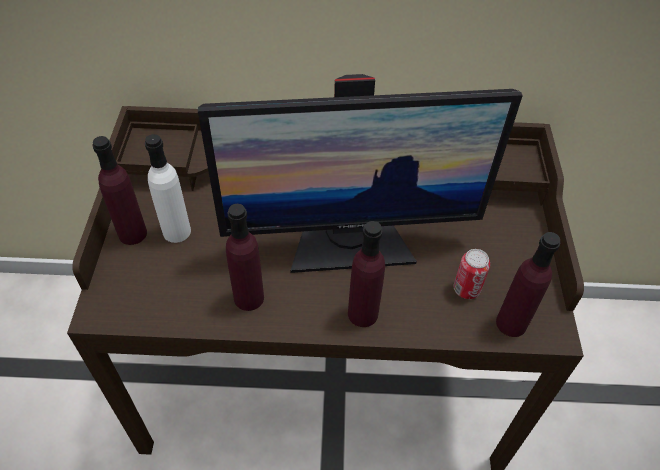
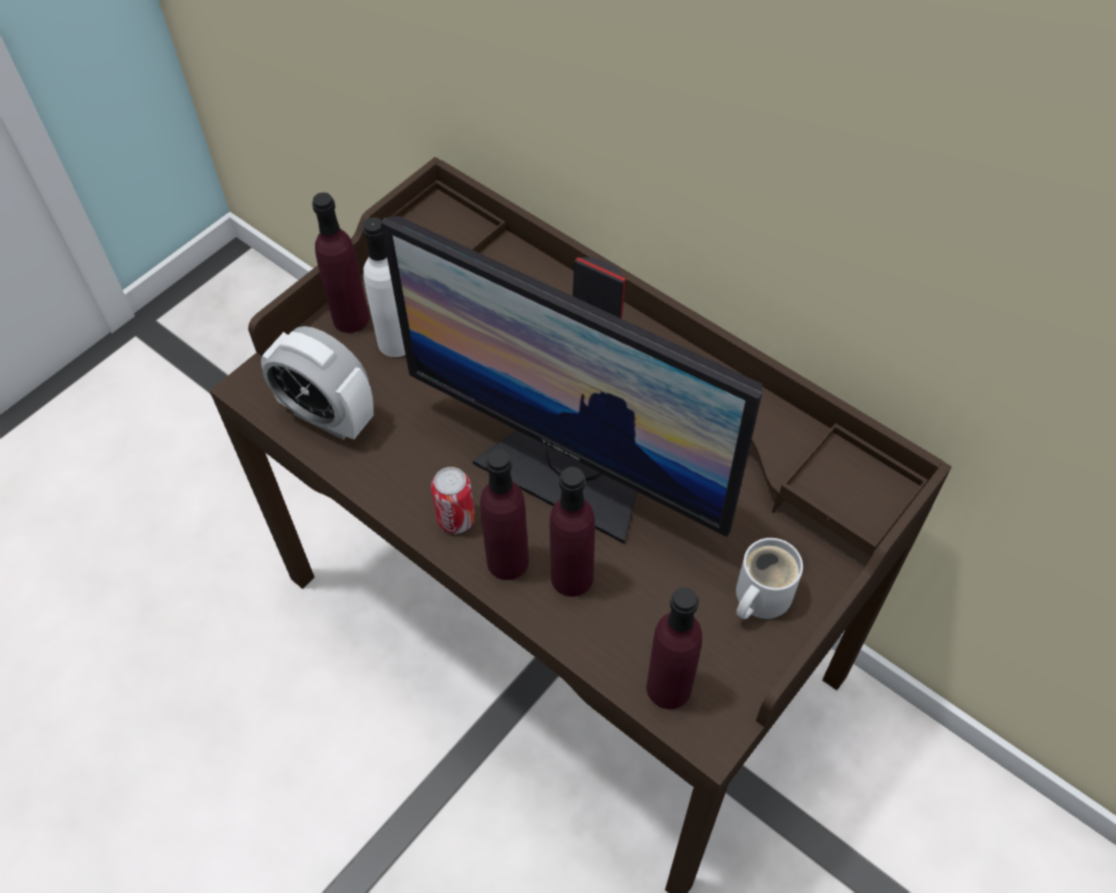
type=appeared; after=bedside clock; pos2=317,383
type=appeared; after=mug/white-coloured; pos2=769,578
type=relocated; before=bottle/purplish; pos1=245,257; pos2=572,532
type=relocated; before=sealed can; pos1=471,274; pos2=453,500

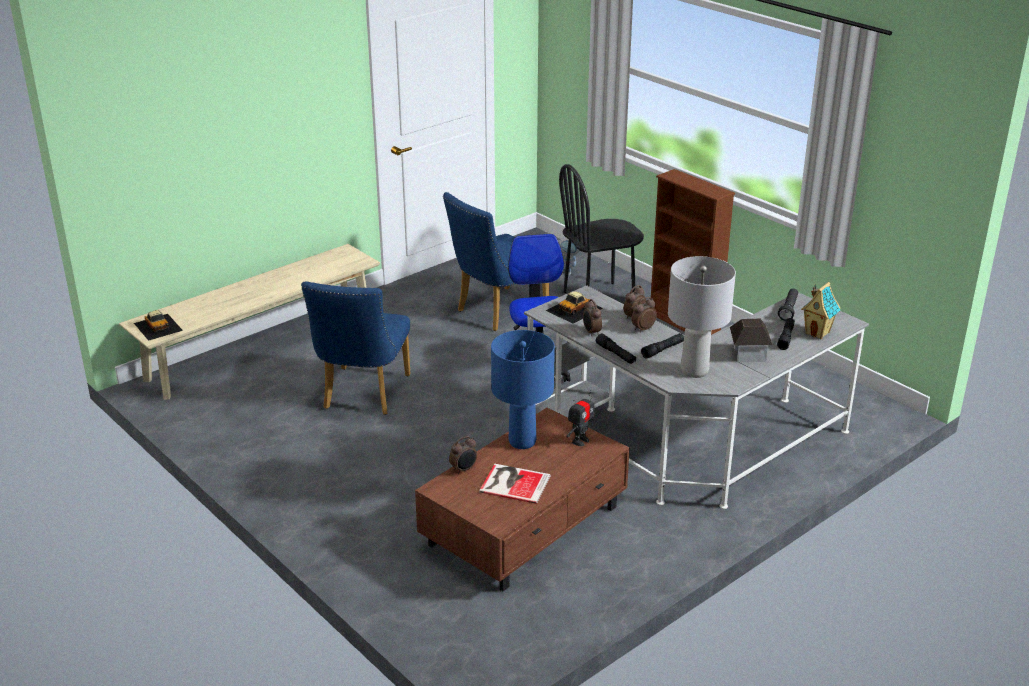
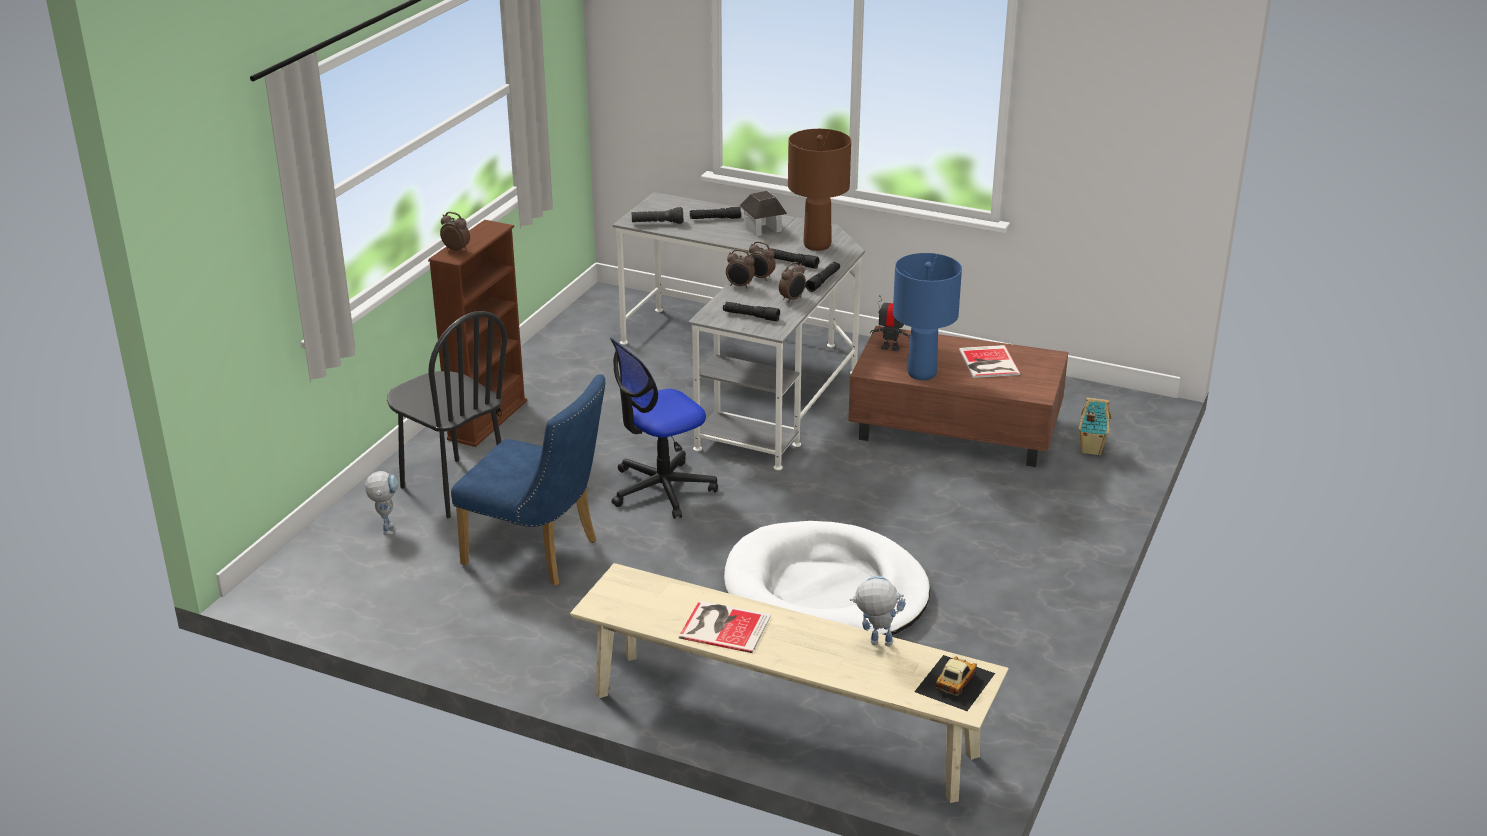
type=appeared; after=volume; pos2=725,627
type=appeared; after=toy robot; pos2=878,611
type=relocated; before=bedside clock; pos1=463,455; pos2=455,232
type=relocated; before=model house; pos1=821,310; pos2=1094,426
type=exchanged; before=plain chair/bluish; after=pet bed/white-coloured; pos1=355,348; pos2=827,578
type=exchanged; before=toy car; after=flashlight/blackish; pos1=574,307; pos2=751,311
type=colour; before=table lamp/grey; after=table lamp/brownish; pos1=702,317; pos2=819,190

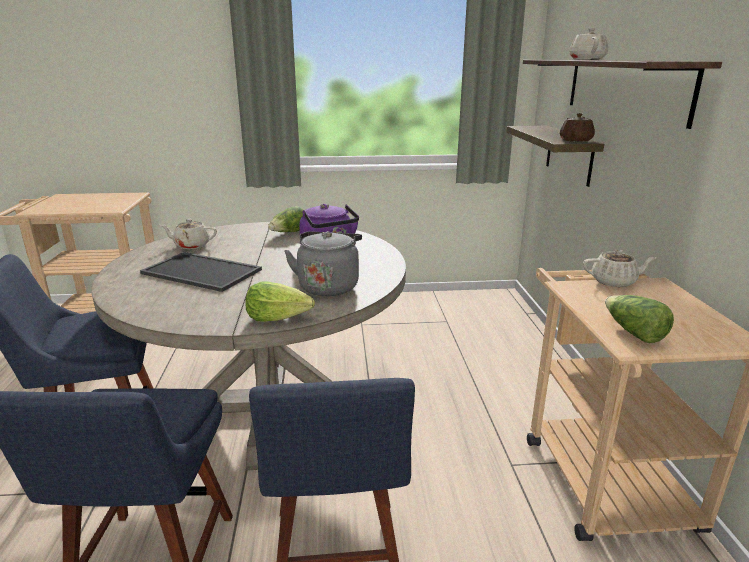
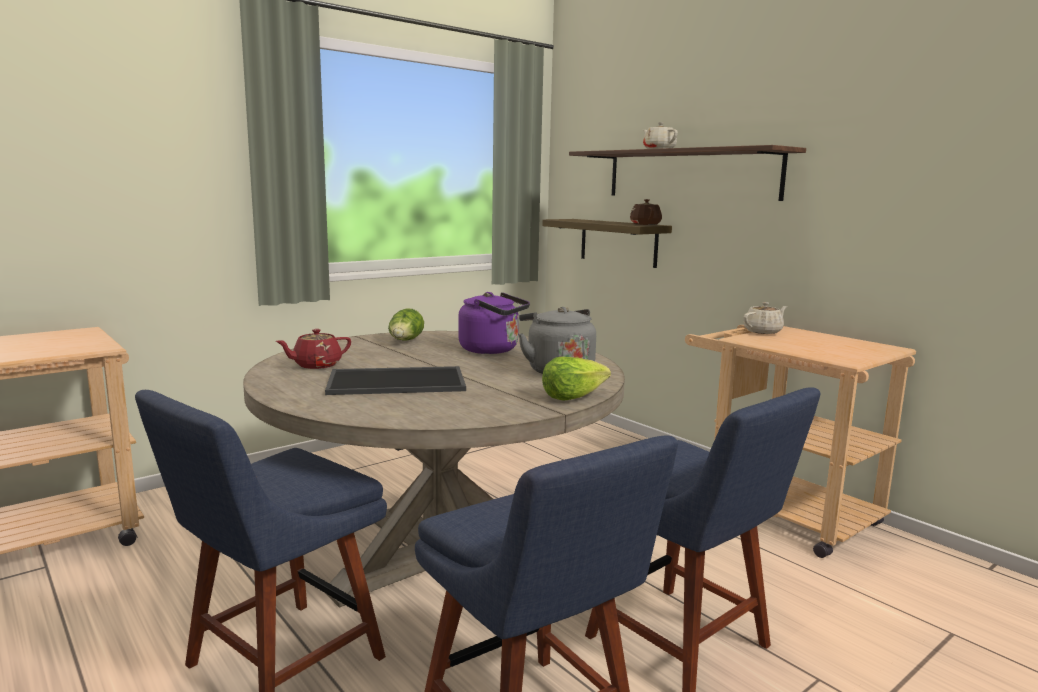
type=missing; before=head of lettuce; pos1=639,319
type=colour; before=tea pot/beige-coloured; after=tea pot/red-coloured; pos1=188,234; pos2=313,349

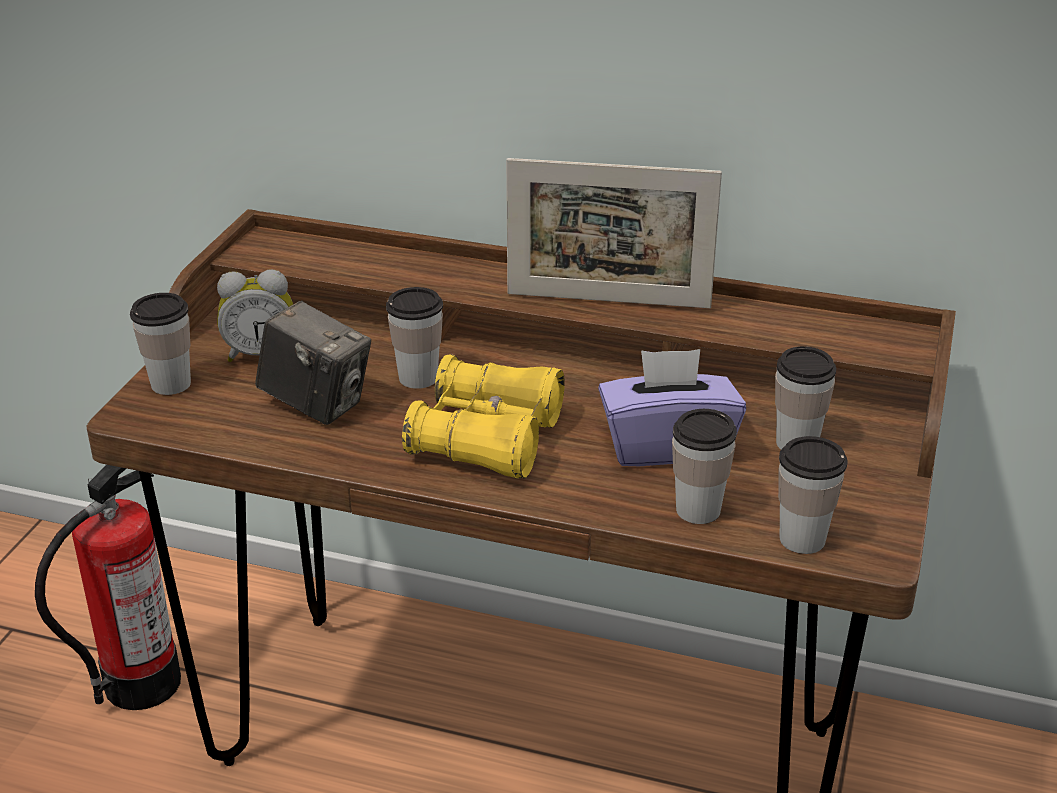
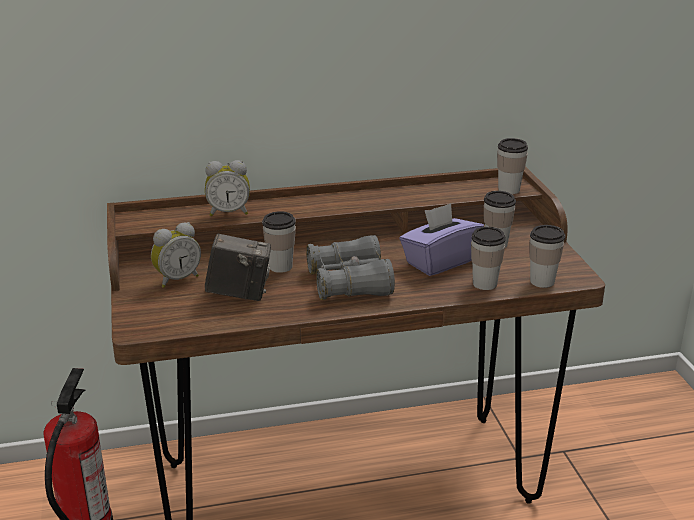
type=missing; before=picture frame; pos1=614,233
type=appeared; after=bedside clock; pos2=227,188
type=relocated; before=small cup; pos1=160,344; pos2=512,166
type=colour; before=pair of binoculars/yellowish; after=pair of binoculars/grey; pos1=483,416; pos2=350,267

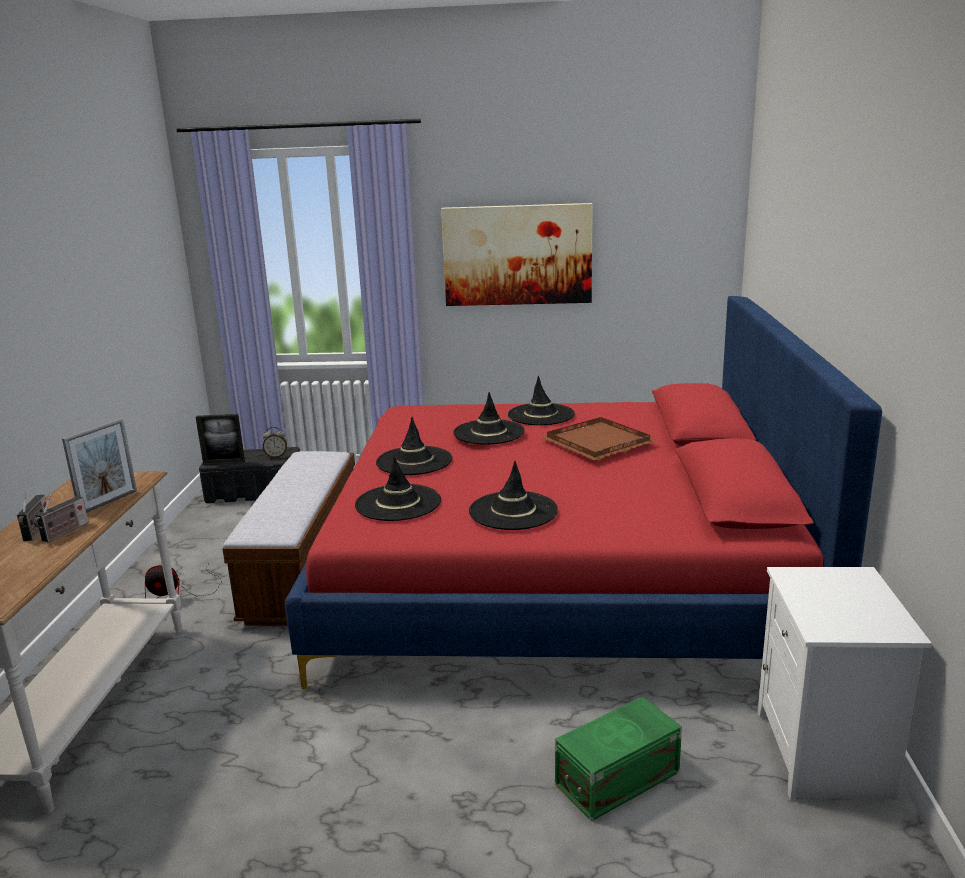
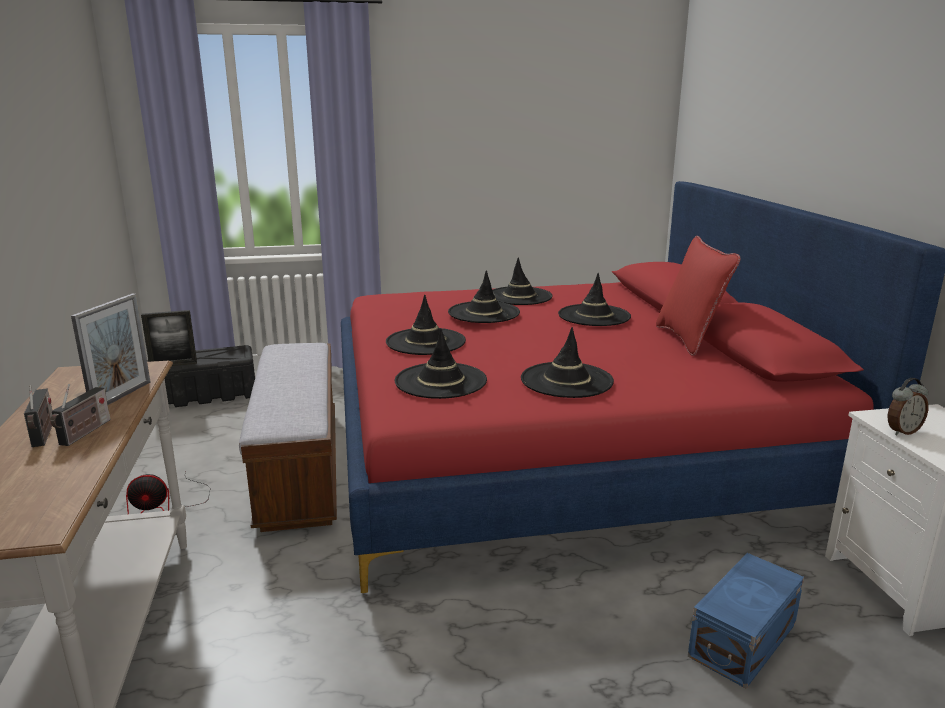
type=missing; before=wall art; pos1=517,254
type=appeared; after=cushion/red-coloured; pos2=698,296
type=relocated; before=bedside clock; pos1=275,442; pos2=908,407
type=exchanged; before=serving tray/brownish; after=clothing hat/blackish; pos1=599,438; pos2=594,299
type=colour; before=storage box/greenish; after=storage box/bluish; pos1=618,759; pos2=746,621

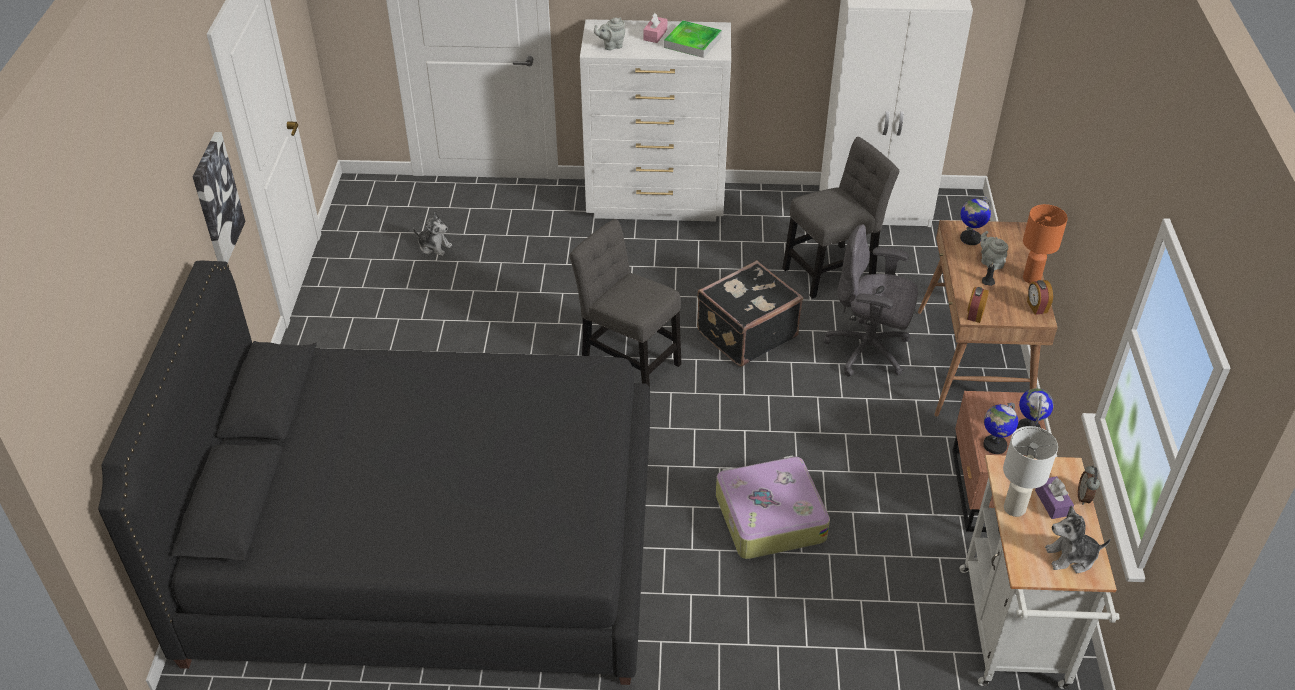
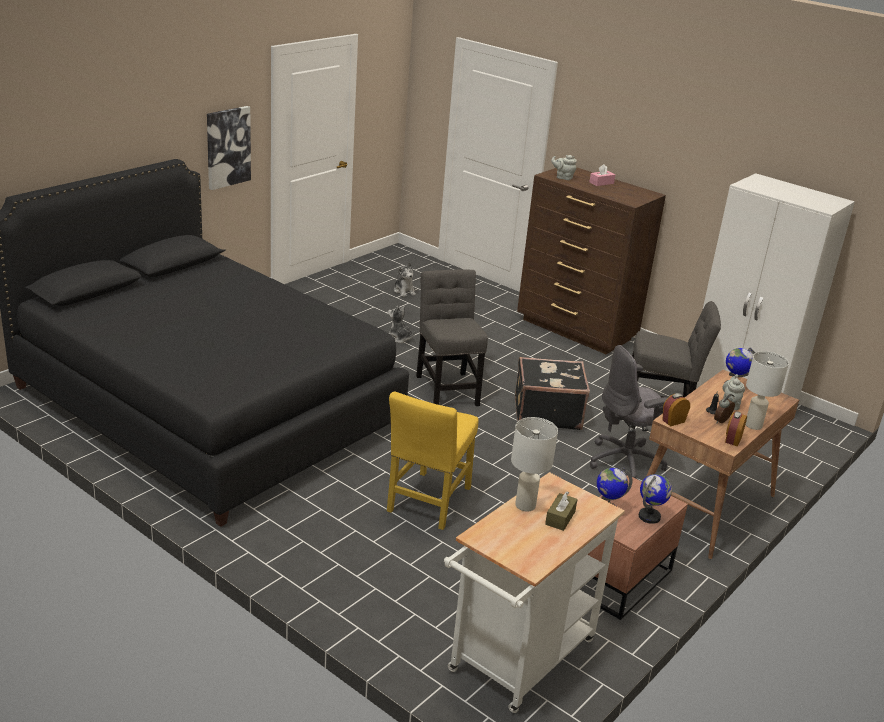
type=missing; before=serving tray; pos1=693,39
type=relocated; before=cuddly toy; pos1=1078,539; pos2=401,324
type=relocated; before=bedside clock; pos1=1089,485; pos2=725,408
type=exchanged; before=suitcase; after=plain chair/yellowish; pos1=773,507; pos2=432,461
type=colour; before=dresser/white-coloured; after=dresser/brownish; pos1=655,120; pos2=591,261
type=colour; before=table lamp/orange; after=table lamp/white-coloured; pos1=1045,243; pos2=767,390
type=colour; before=tissue holder/purplish; after=tissue holder/brownish; pos1=1054,497; pos2=561,511
type=spun; before=desk chair/grey; pos1=871,300; pos2=629,412; turn=-75

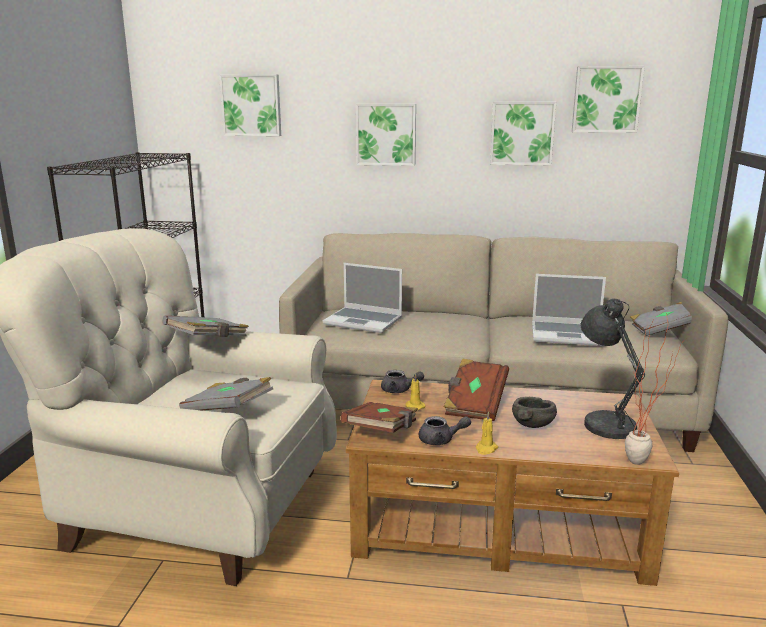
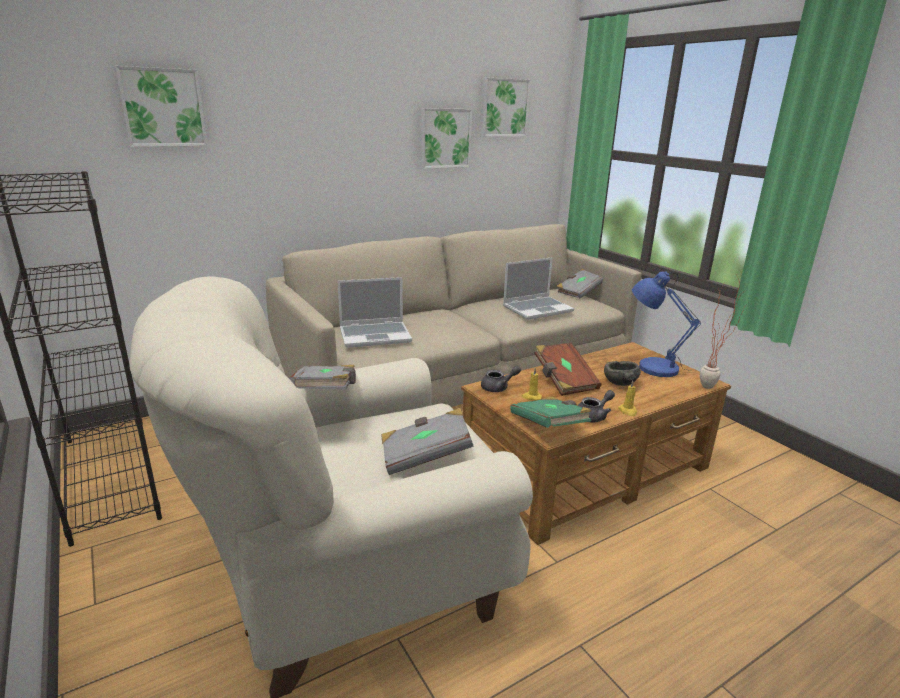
type=missing; before=wall art; pos1=386,135
type=colour; before=volume/brownish; after=volume/greenish; pos1=379,417; pos2=551,412
type=colour; before=table lamp/grey; after=table lamp/bluish; pos1=617,370; pos2=666,324

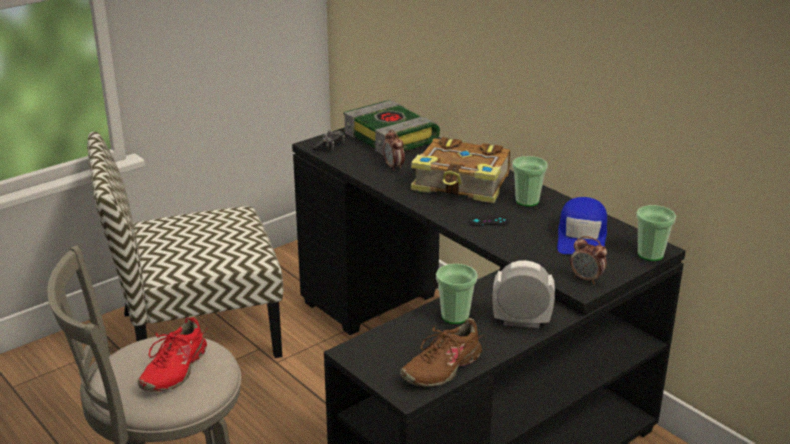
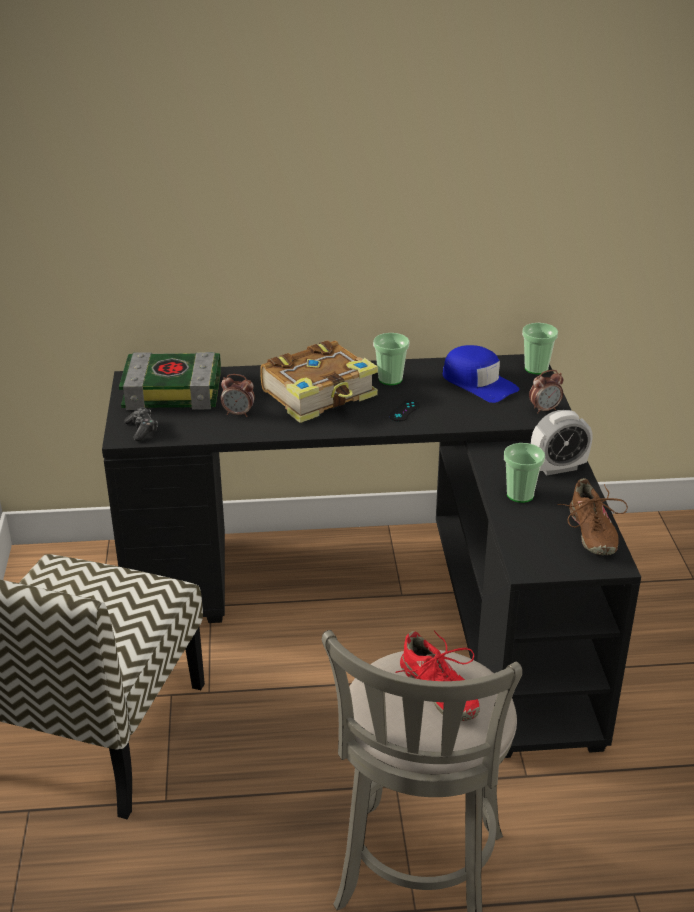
type=spun; before=bedside clock; pos1=523,294; pos2=561,443; turn=-150

